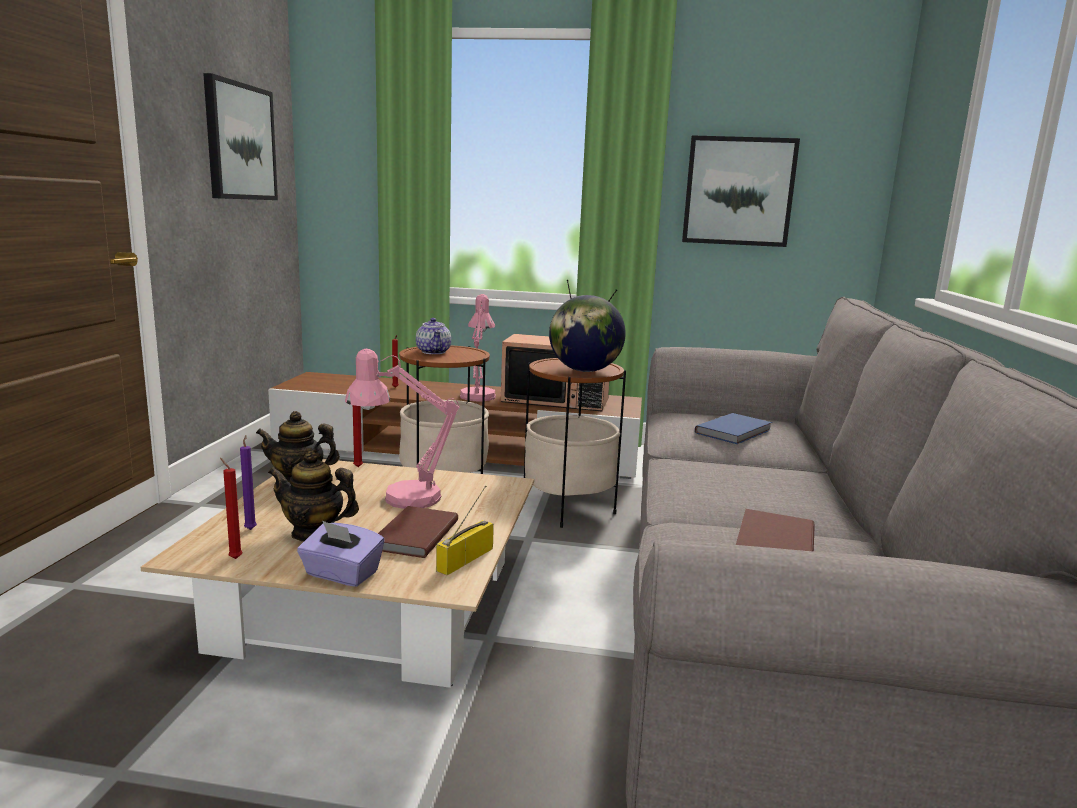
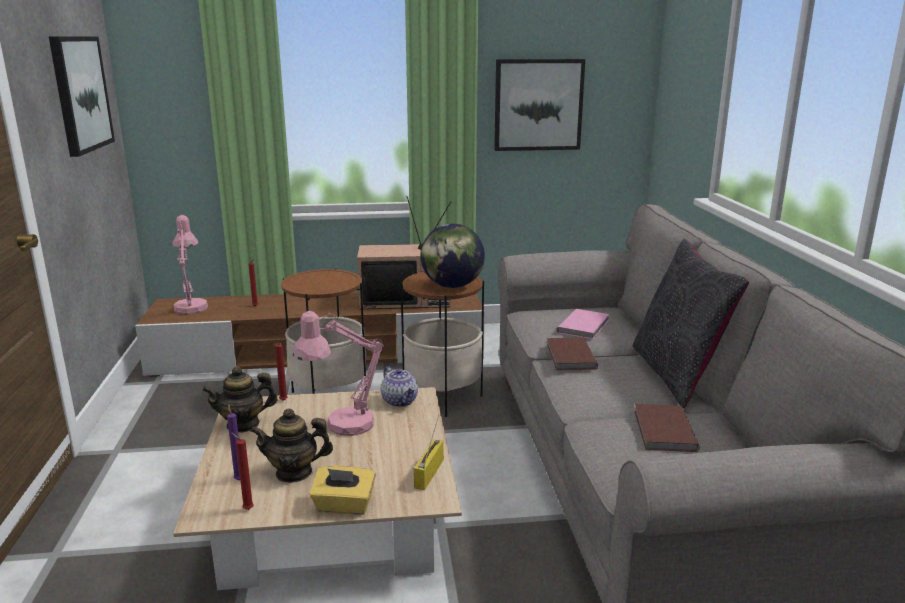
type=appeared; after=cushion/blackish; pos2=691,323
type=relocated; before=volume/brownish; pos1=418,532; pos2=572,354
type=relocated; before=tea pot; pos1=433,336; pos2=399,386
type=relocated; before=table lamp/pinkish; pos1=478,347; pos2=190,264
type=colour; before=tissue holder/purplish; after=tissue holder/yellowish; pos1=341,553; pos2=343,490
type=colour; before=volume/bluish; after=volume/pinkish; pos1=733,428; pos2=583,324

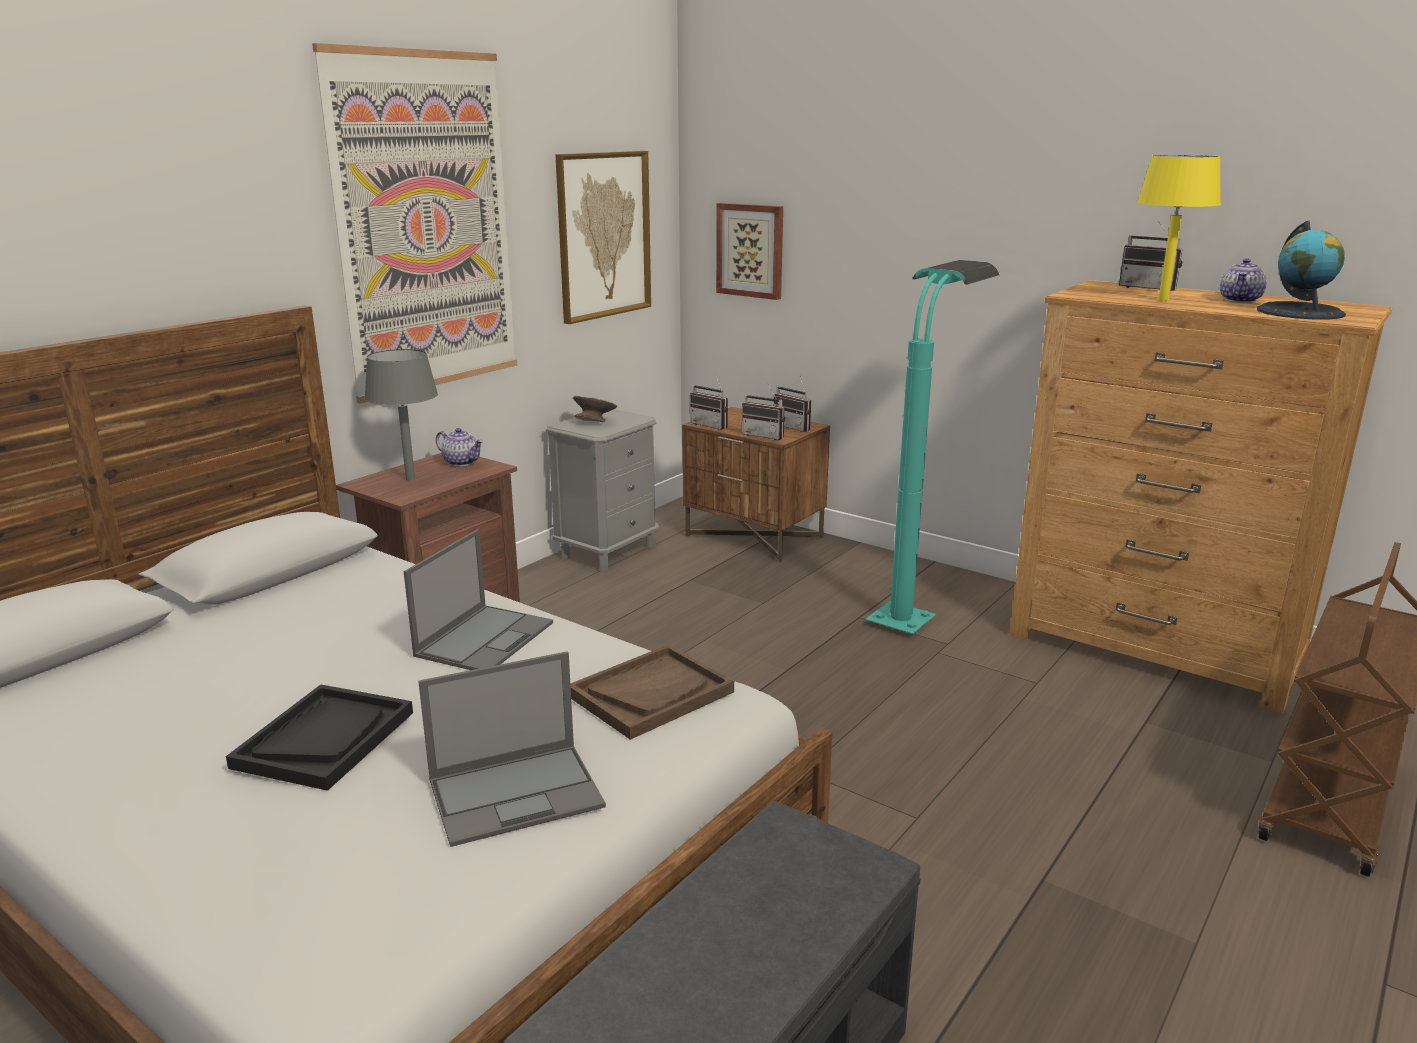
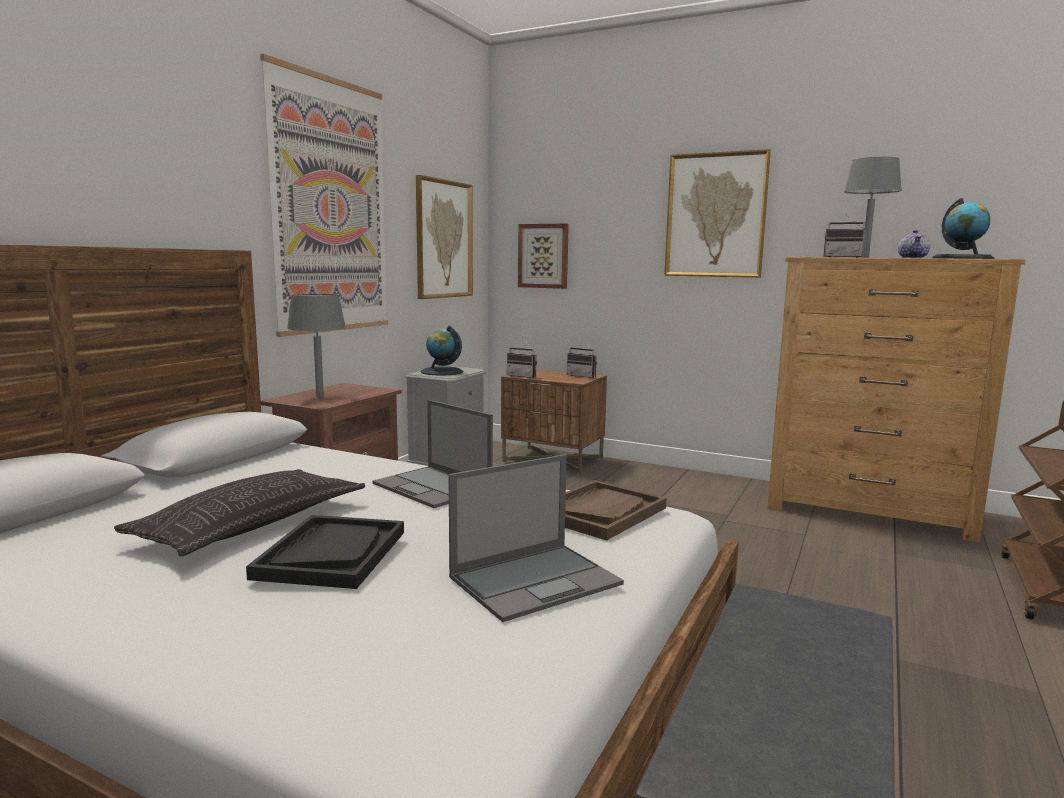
type=missing; before=tea pot; pos1=459,447
type=missing; before=radio receiver; pos1=763,411
type=missing; before=standing lamp/blue-green; pos1=932,447
type=appeared; after=cushion; pos2=239,512
type=appeared; after=wall art; pos2=717,213
type=exchanged; before=bowl/grey; after=world globe; pos1=595,409; pos2=442,351
type=colour; before=table lamp/yellowish; after=table lamp/grey; pos1=1179,228; pos2=873,207
type=spun; before=portable computer; pos1=478,600; pos2=432,454; turn=120

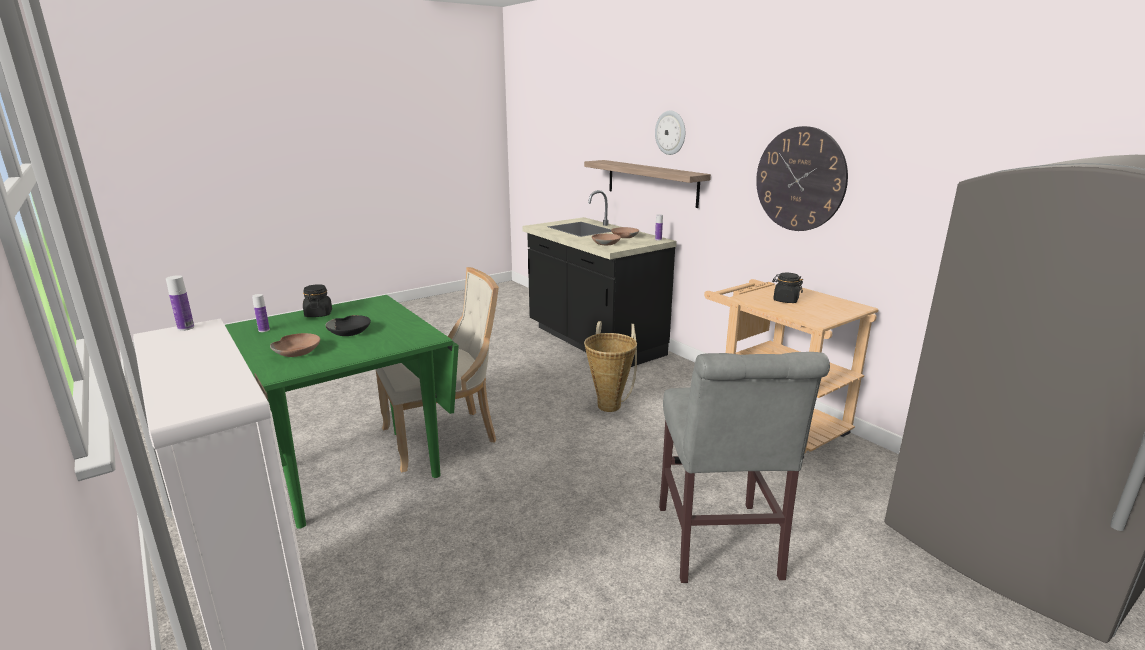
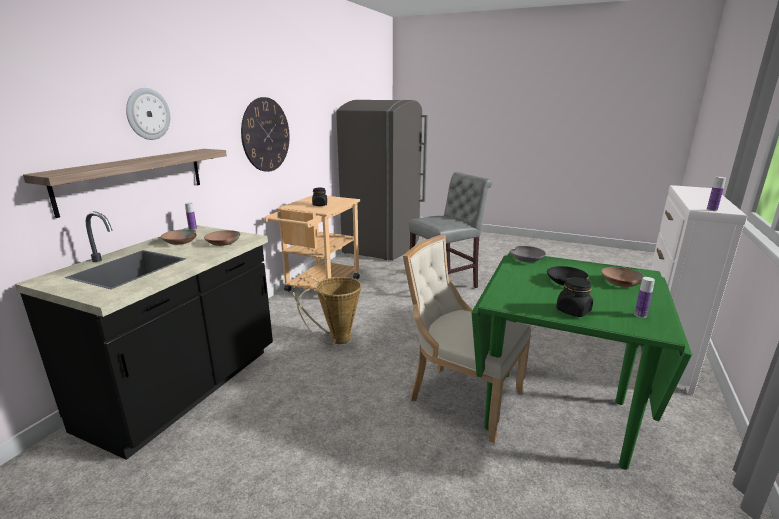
type=appeared; after=bowl/grey; pos2=528,254

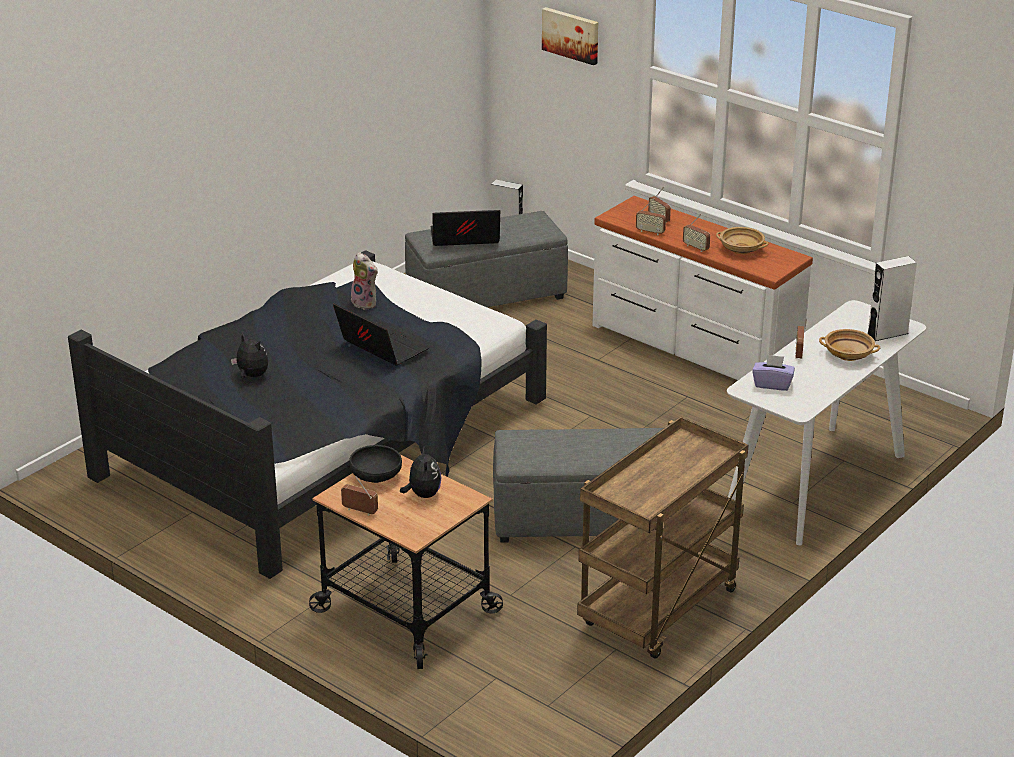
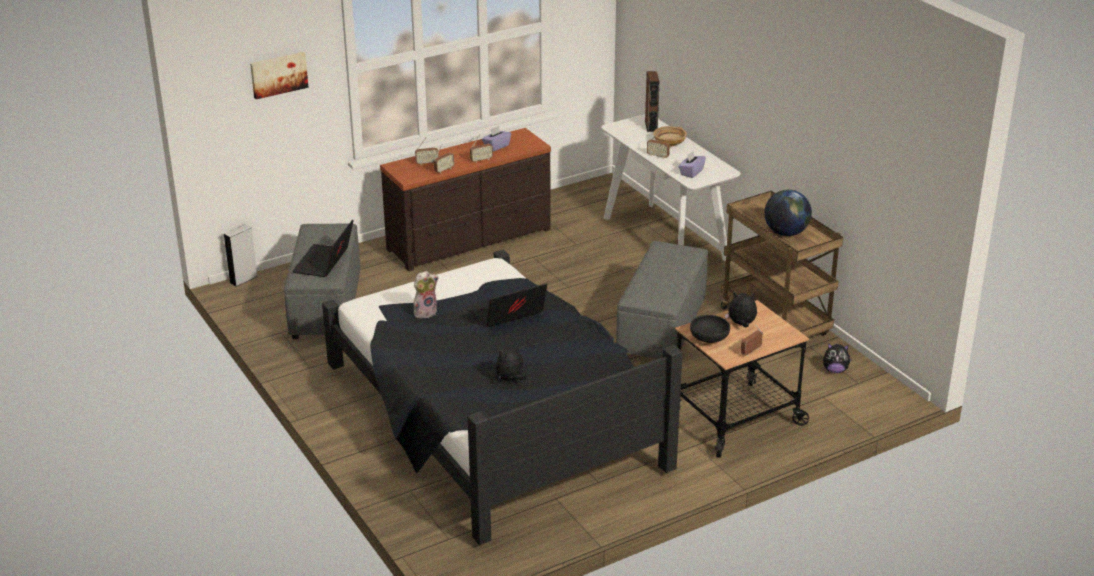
type=appeared; after=world globe; pos2=788,213
type=appeared; after=cuddly toy; pos2=837,358
type=exchanged; before=bowl/beige-coloured; after=tissue holder/purplish; pos1=742,240; pos2=496,138
type=colour; before=dresser/white-coloured; after=dresser/brownish; pos1=703,288; pos2=465,199
type=colour; before=speaker/white-coloured; after=speaker/brownish; pos1=892,298; pos2=652,101

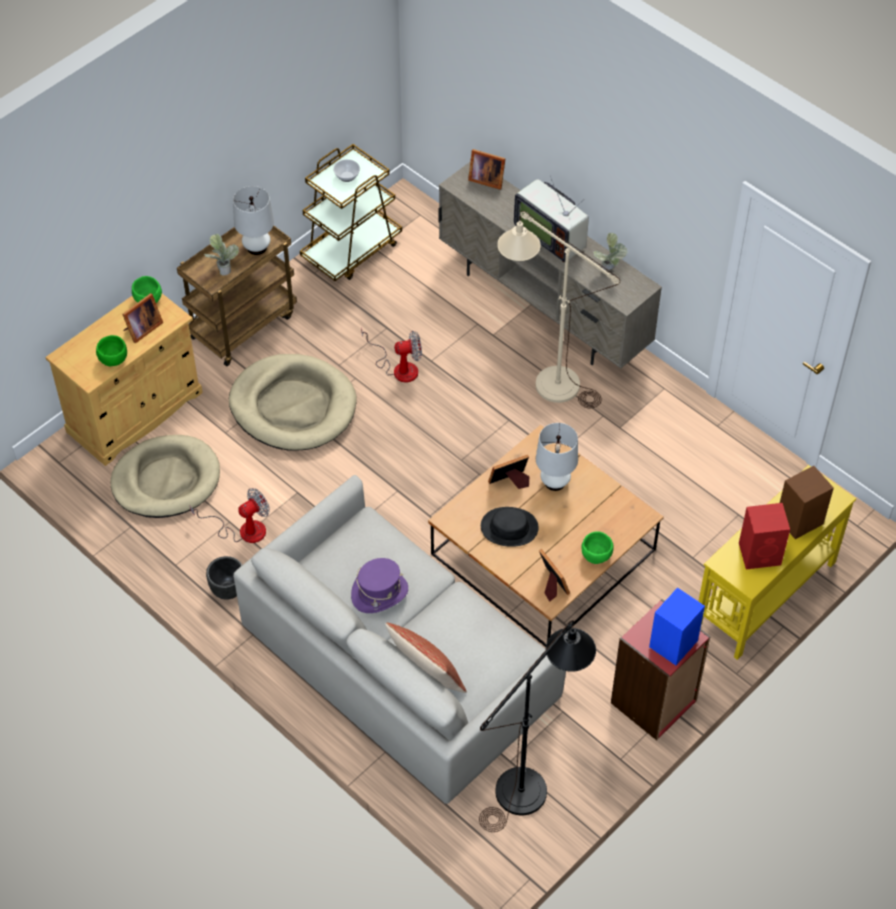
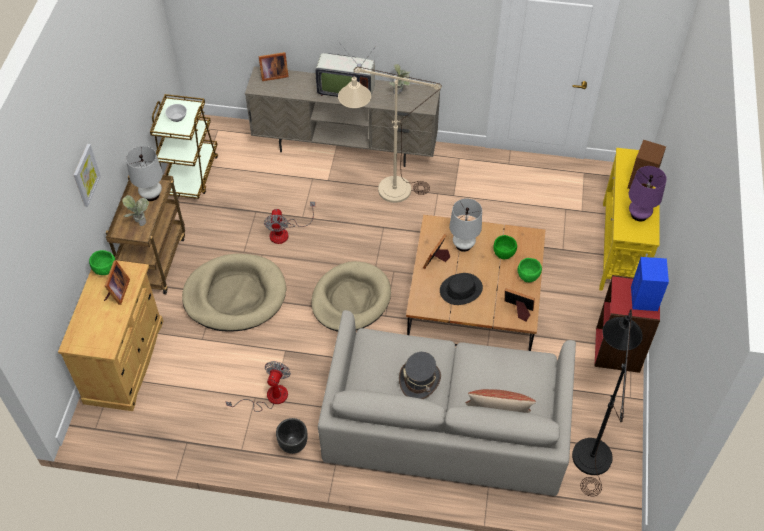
type=appeared; after=wall art; pos2=87,175
type=relocated; before=bowl/greenish; pos1=111,350; pos2=505,247
type=relocated; before=pet bed/beige-coloured; pos1=165,476; pos2=351,296
type=exchanged; before=speaker/red-coloured; after=table lamp/purplish; pos1=764,536; pos2=648,193
type=colour; before=clothing hat/purplish; after=clothing hat/grey; pos1=379,585; pos2=420,375
type=spun; before=cooling fan; pos1=391,355; pos2=289,223; turn=135

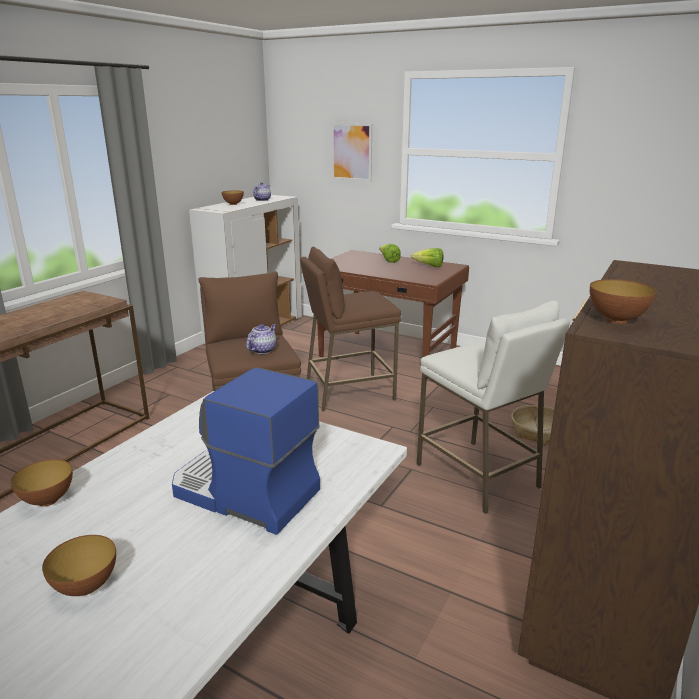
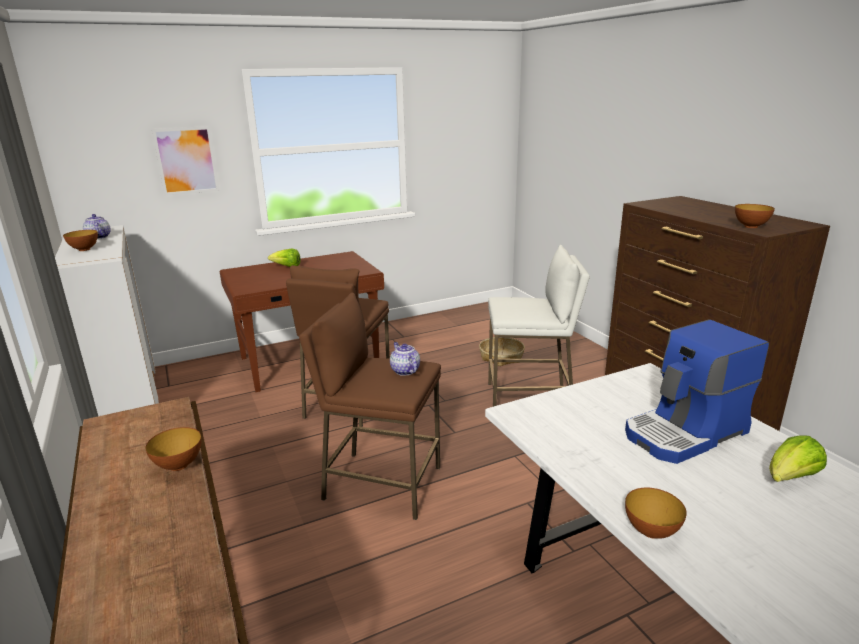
type=relocated; before=bowl; pos1=79,565; pos2=173,449
type=relocated; before=head of lettuce; pos1=427,257; pos2=798,458

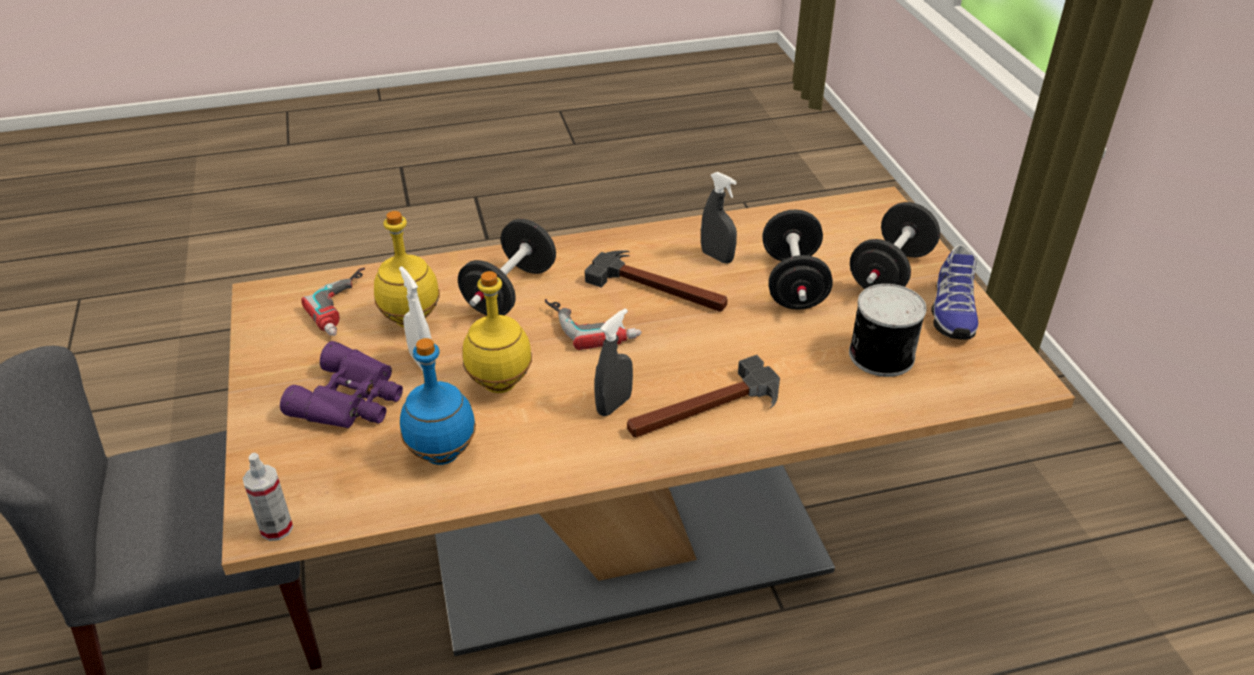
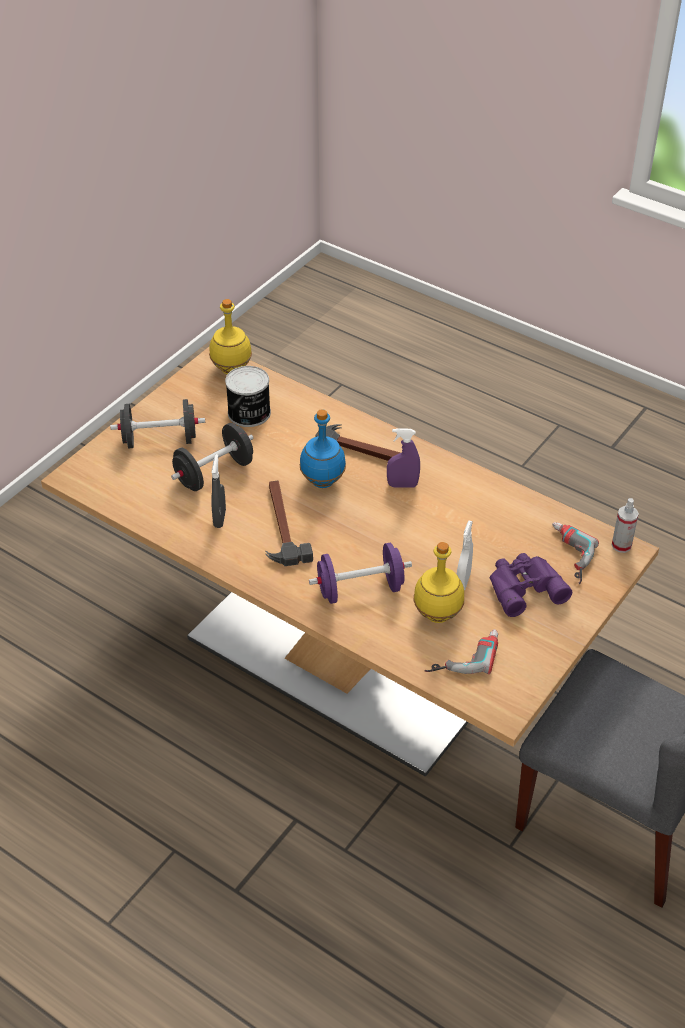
type=missing; before=shoe; pos1=954,292
type=relocated; before=bottle/bluish; pos1=438,401; pos2=323,448
type=relocated; before=bottle/yellowish; pos1=497,332; pos2=230,336
type=relocated; before=electric drill; pos1=593,324; pos2=575,553
type=colour; before=hand weight/blackish; after=hand weight/purplish; pos1=507,267; pos2=360,573
type=colour; before=spray bottle/grey; after=spray bottle/purplish; pos1=613,362; pos2=403,457

